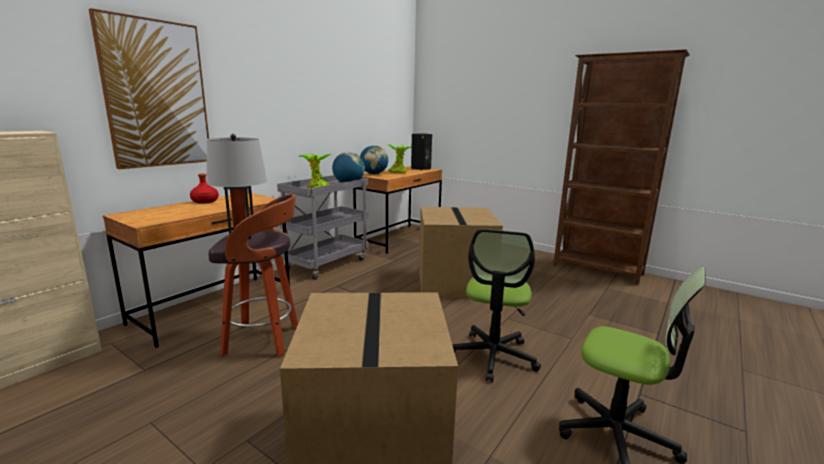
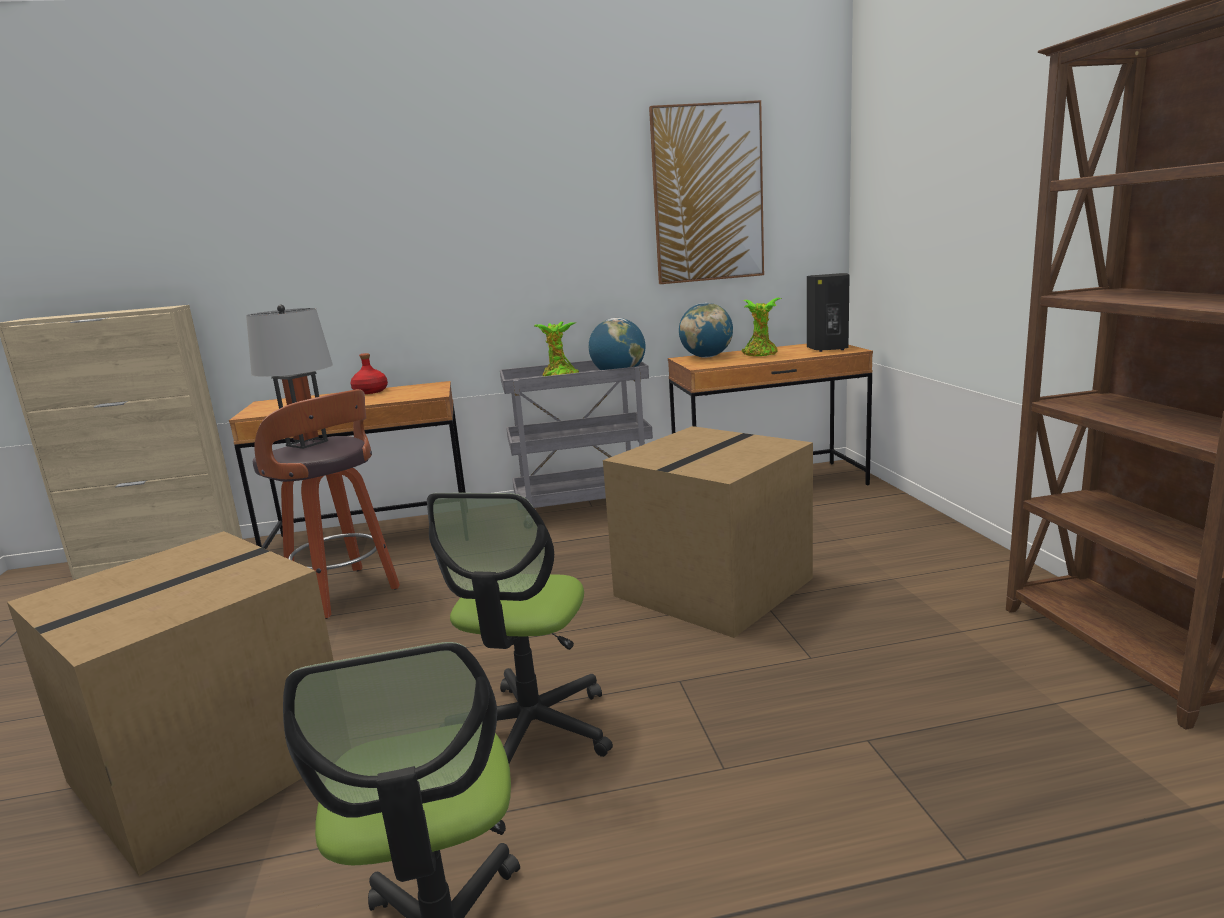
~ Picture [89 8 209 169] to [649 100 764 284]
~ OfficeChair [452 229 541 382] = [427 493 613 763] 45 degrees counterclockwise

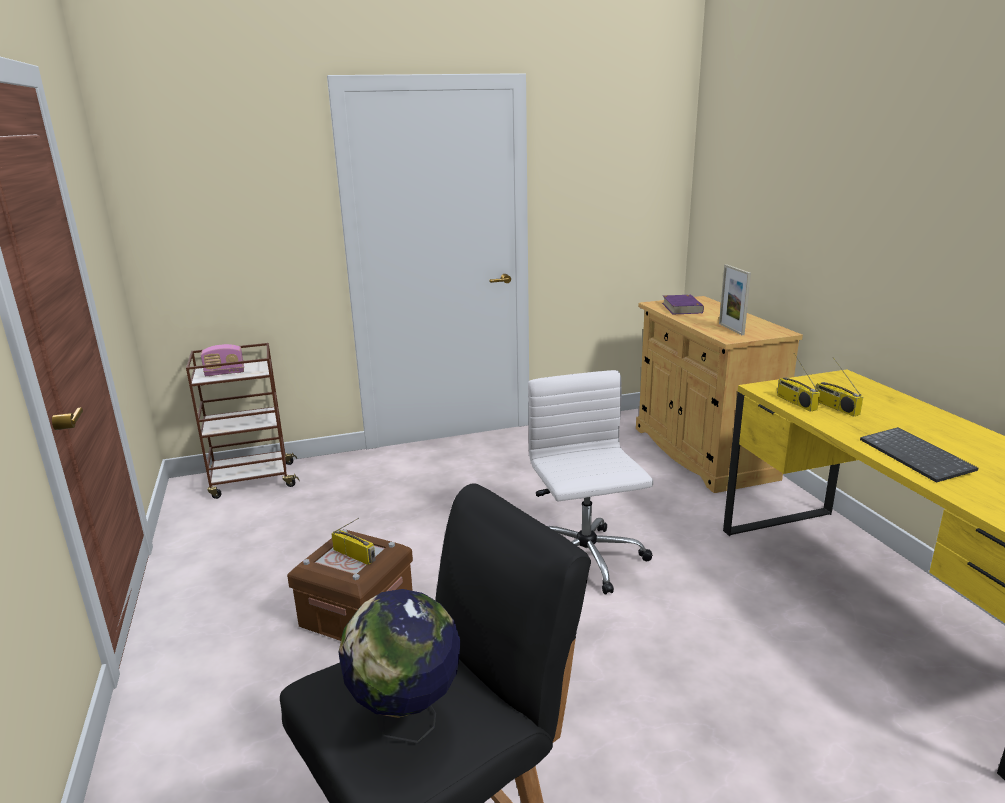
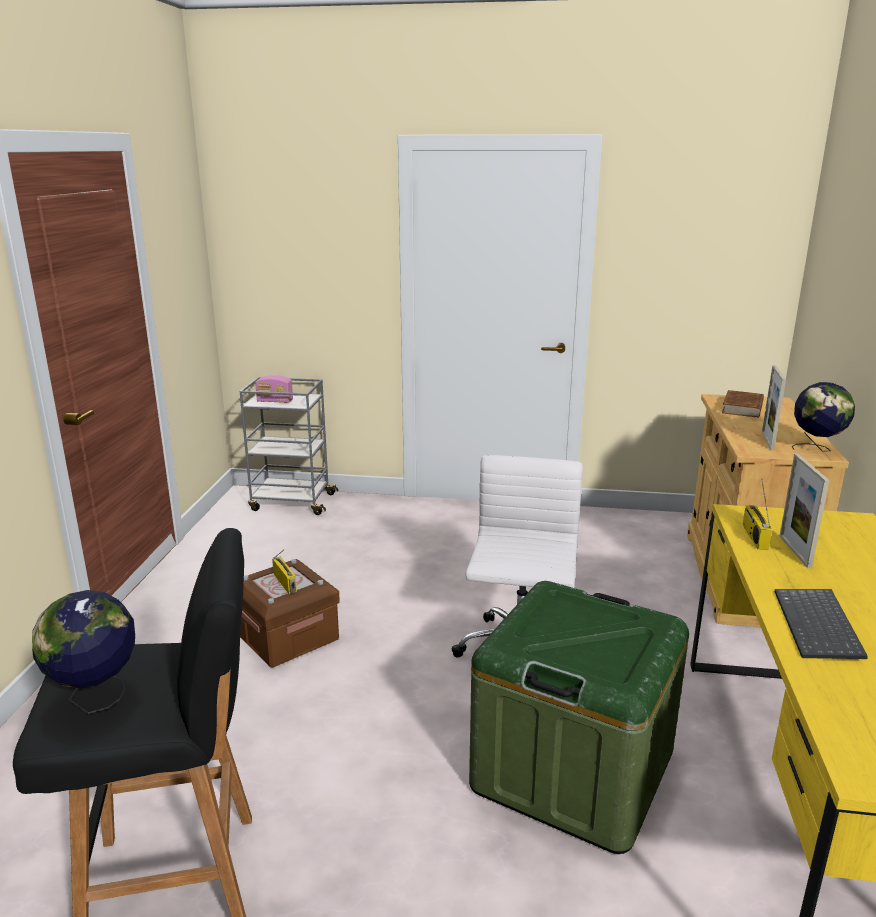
~ BrownWheeledCart [186 343 299 499] to GrayWheeledCart [240 377 339 515]
~ PurplishBoundBook [662 295 704 314] to BrownBoundBook [722 390 764 418]
~ RadioReceiver [815 357 863 417] to PhotoFrame [780 454 829 568]
+ GreenColouredStorageBin [469 581 689 854]
+ DeskGlobe [792 382 855 452]

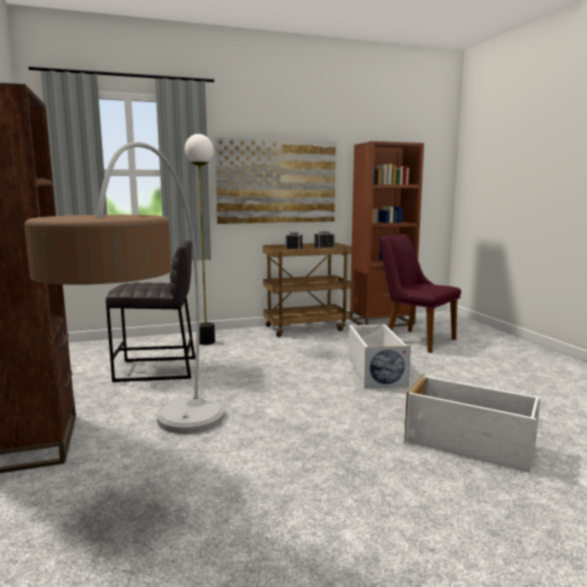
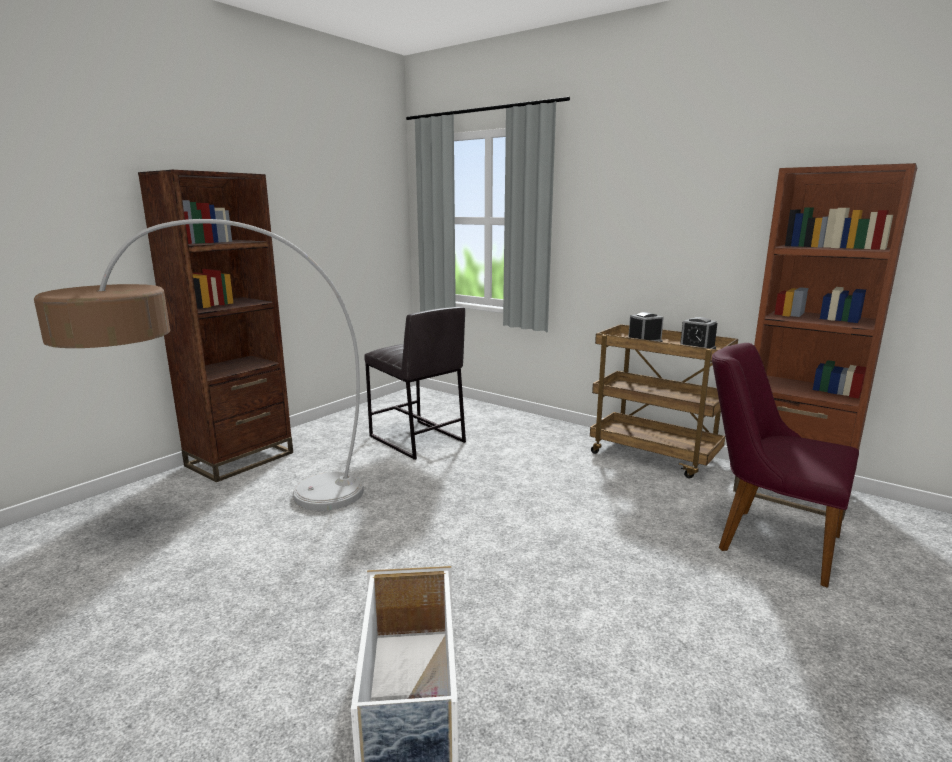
- StandingLamp [185 134 215 345]
- Picture [214 137 336 224]
- WhitishStorageBin [348 324 411 388]
~ PurplishUprightChair [379 234 461 353] = [712 343 859 588] 60 degrees counterclockwise

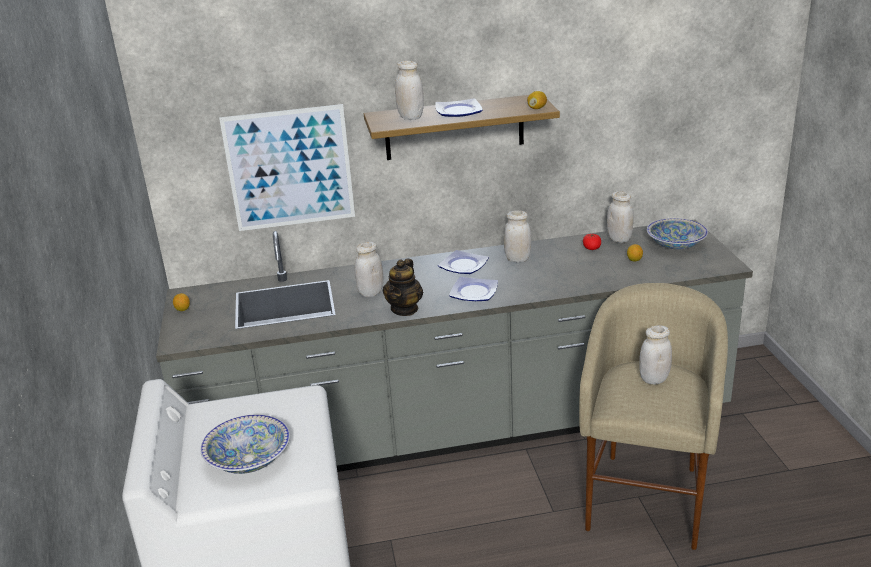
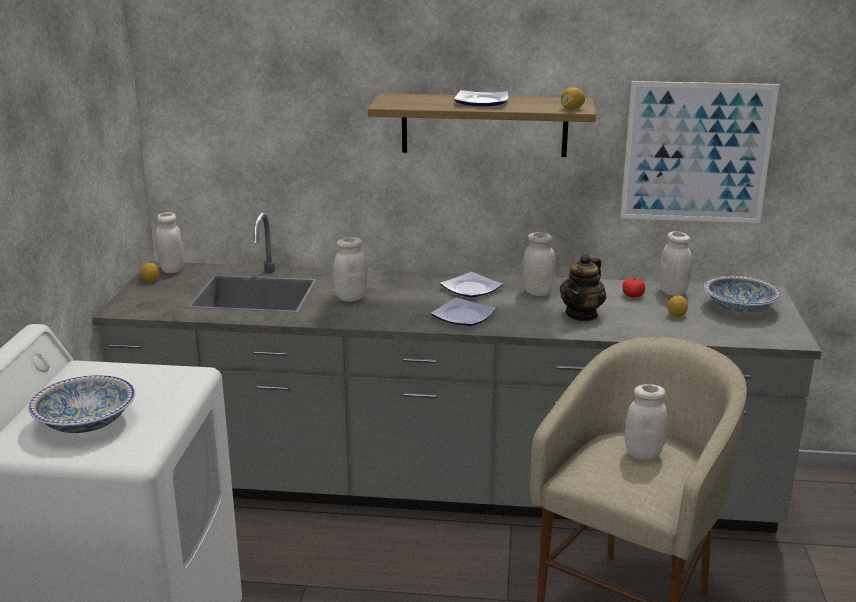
~ Picture [219 104 355 231] to [620 81 779 223]
~ Teapot [383 259 423 316] to [560 254 606 321]
~ WhitishStorageJar [395 61 424 120] to [155 212 184 273]

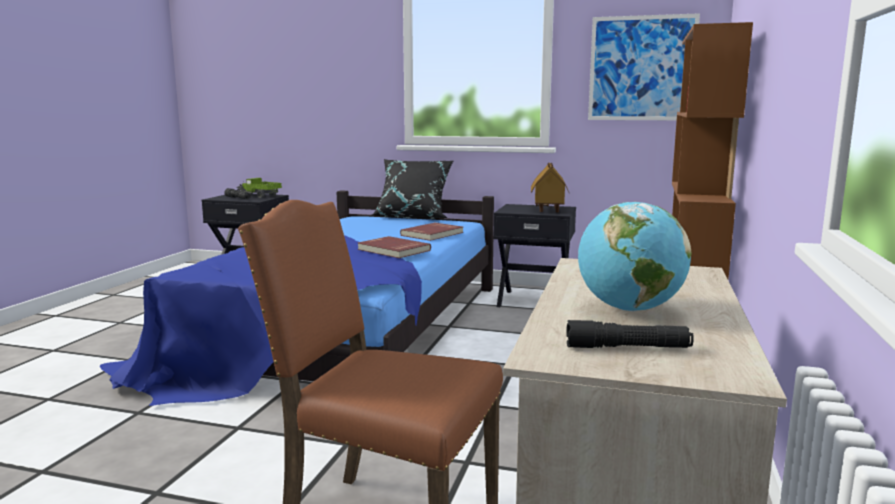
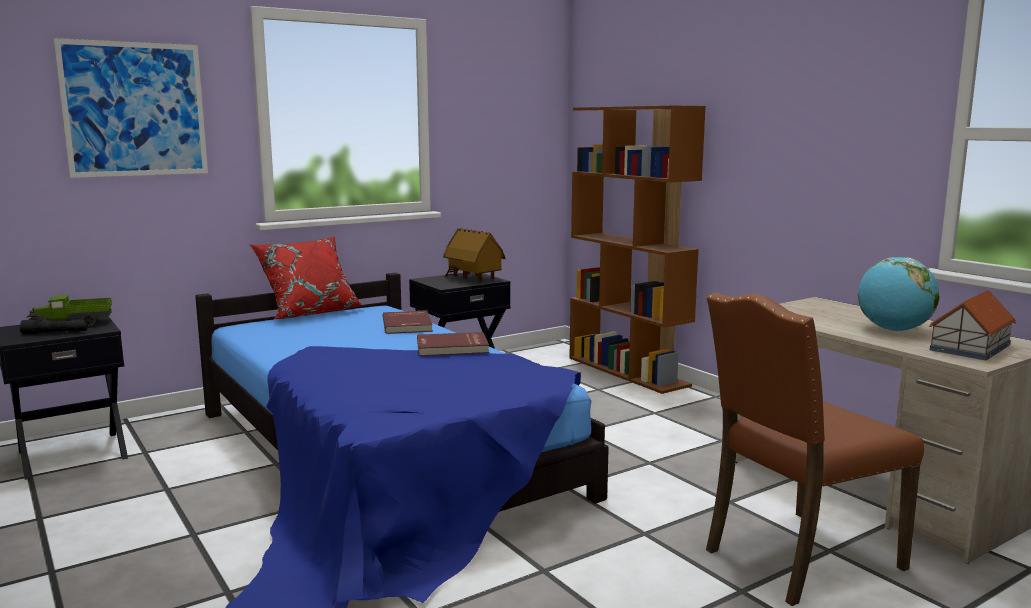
~ BlackThrowPillow [371 159 453 219] to ReddishThrowPillow [249 237 364 319]
~ BlackFlashlight [566 320 694 348] to ToyHouse [929 290 1016 360]
~ Picture [588 13 700 120] to [53 38 208 178]

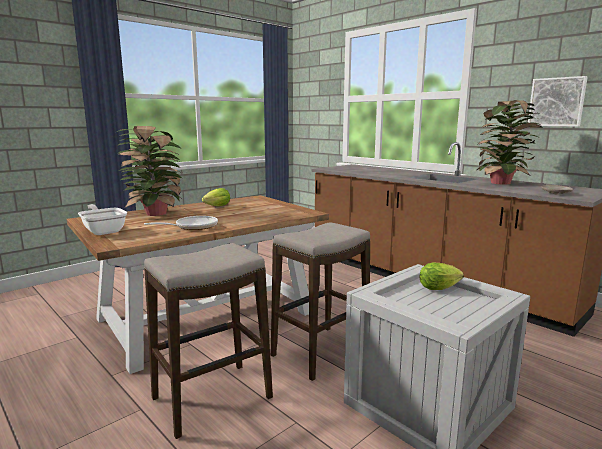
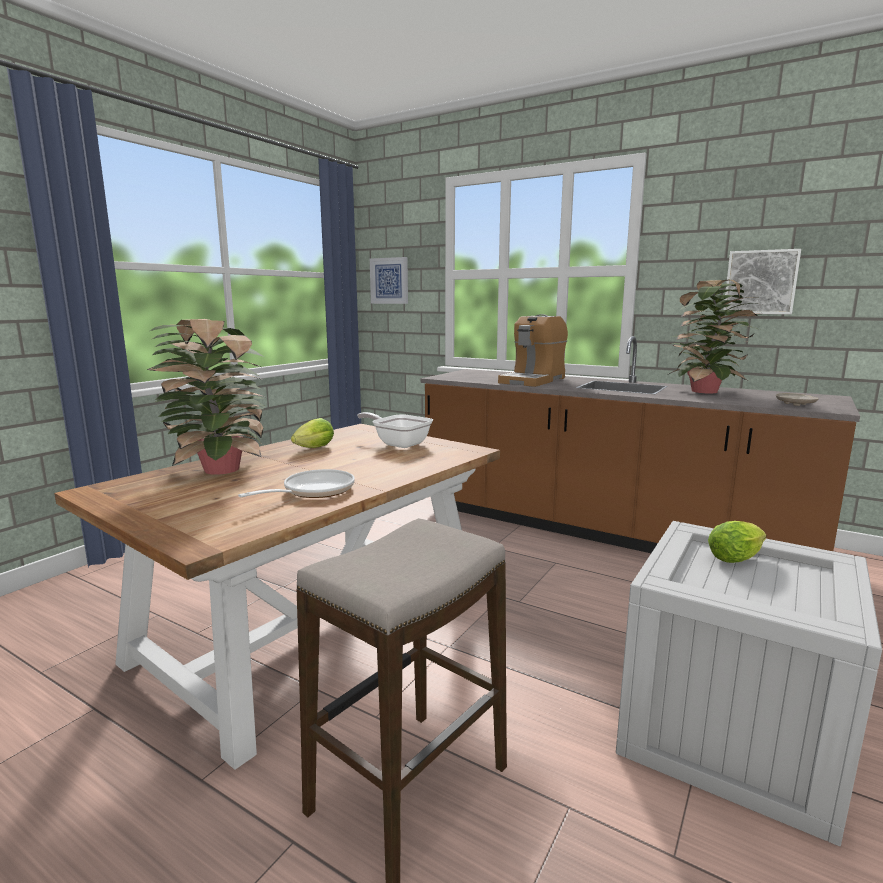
~ Pan [78 204 127 235] to [357 412 433 448]
- StoolSeat [270 222 370 381]
+ Picture [370 257 408 304]
+ CoffeeBrewer [498 314 568 387]

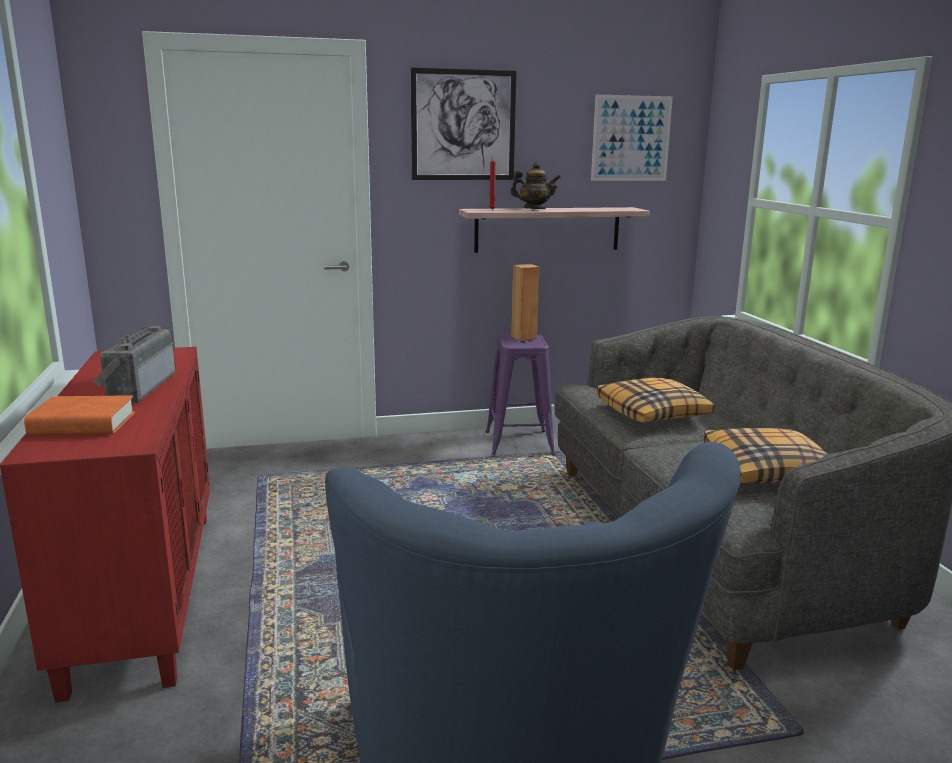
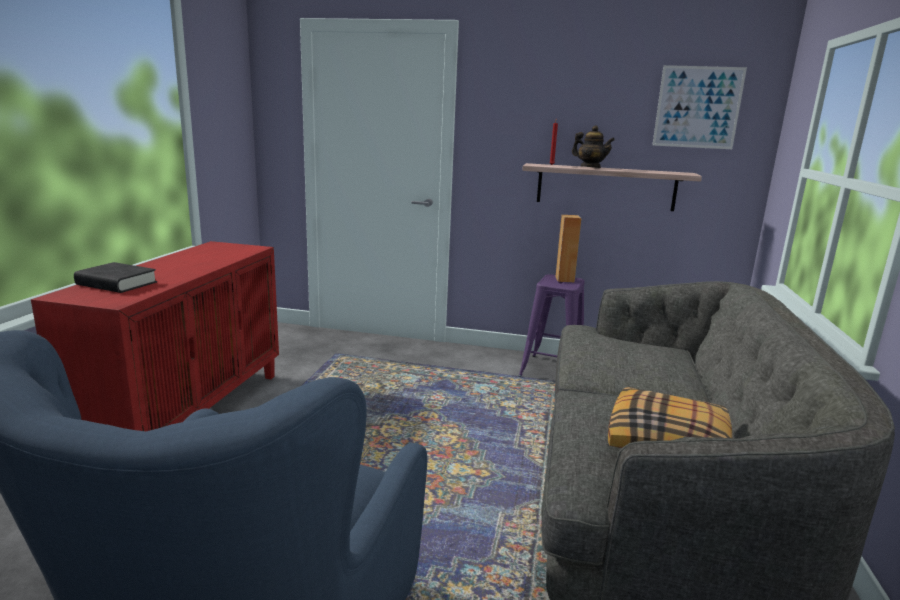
~ OrangeBoundBook [24 395 135 435] to BlackBoundBook [74 262 157 293]
- RadioReceiver [93 326 176 403]
- Picture [411 67 517 180]
- ThrowPillow [597 378 714 423]

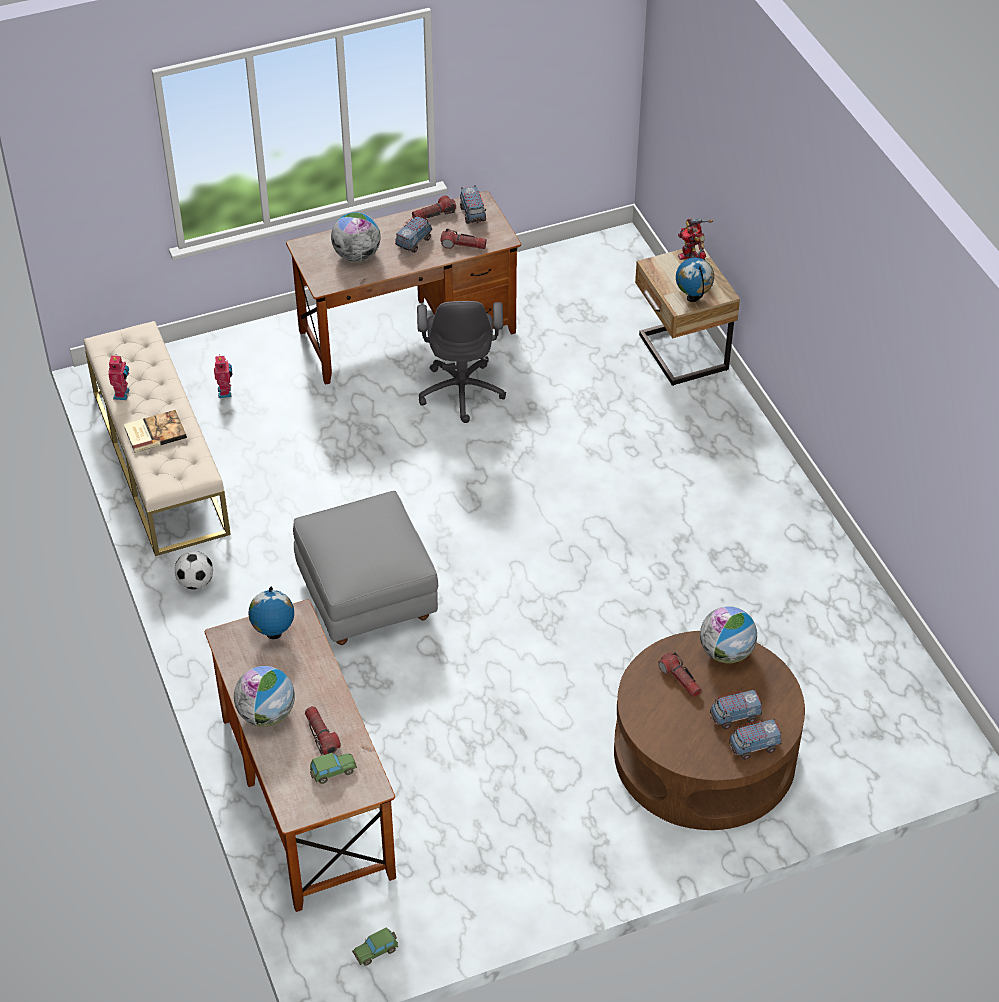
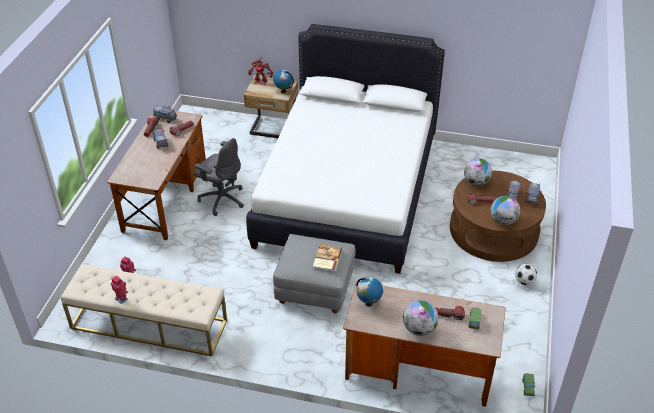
~ BoundBook [124 410 187 453] to [313 244 342 272]
~ Football [175 551 213 590] to [515 264 537 285]
~ DeskGlobe [331 212 380 262] to [490 196 520 225]
+ WhitishSleepingBed [246 24 445 274]

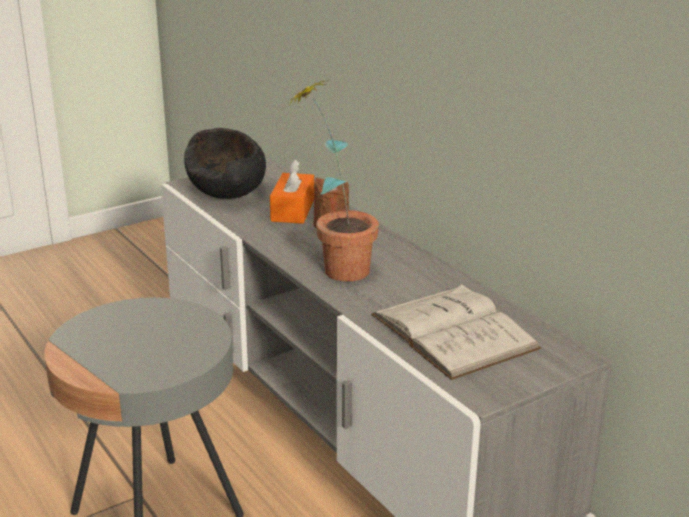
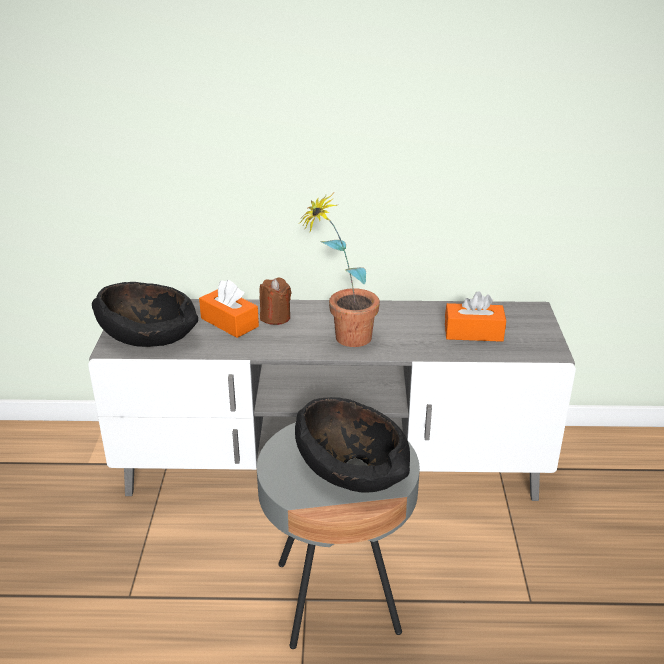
~ WhitishBoundBook [371 284 541 380] to OrangeTissueBox [445 291 506 342]
+ BlackServingBowl [295 397 410 492]

